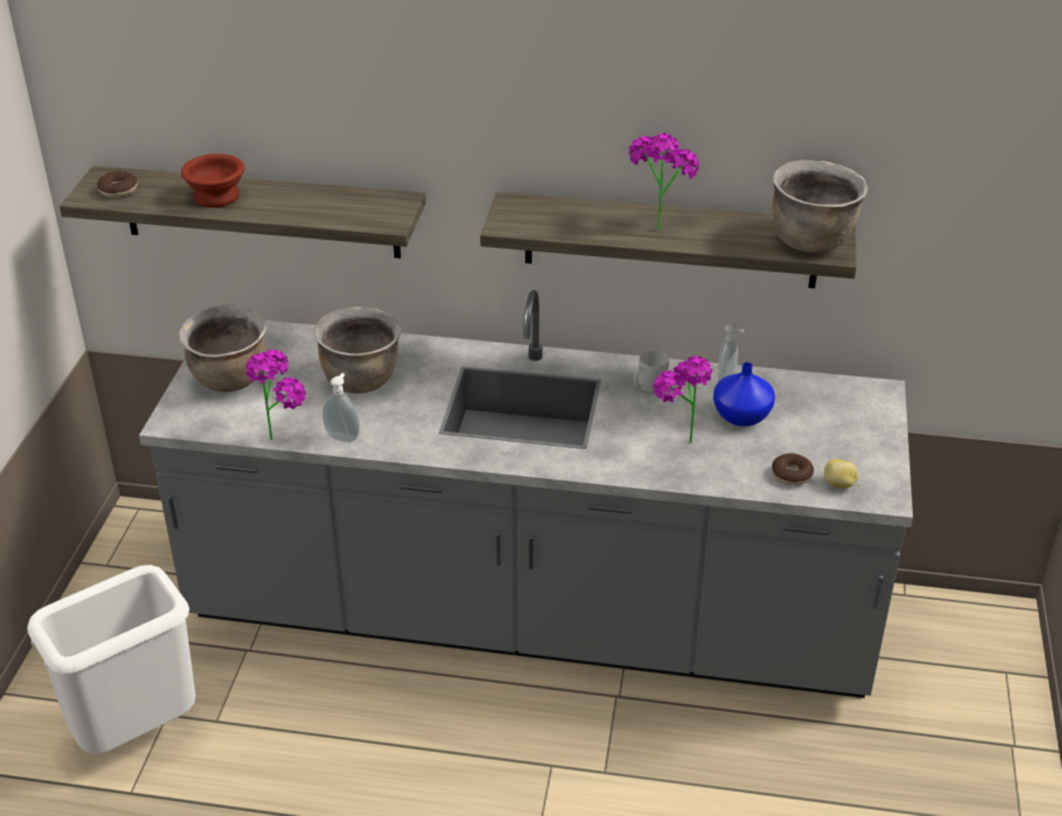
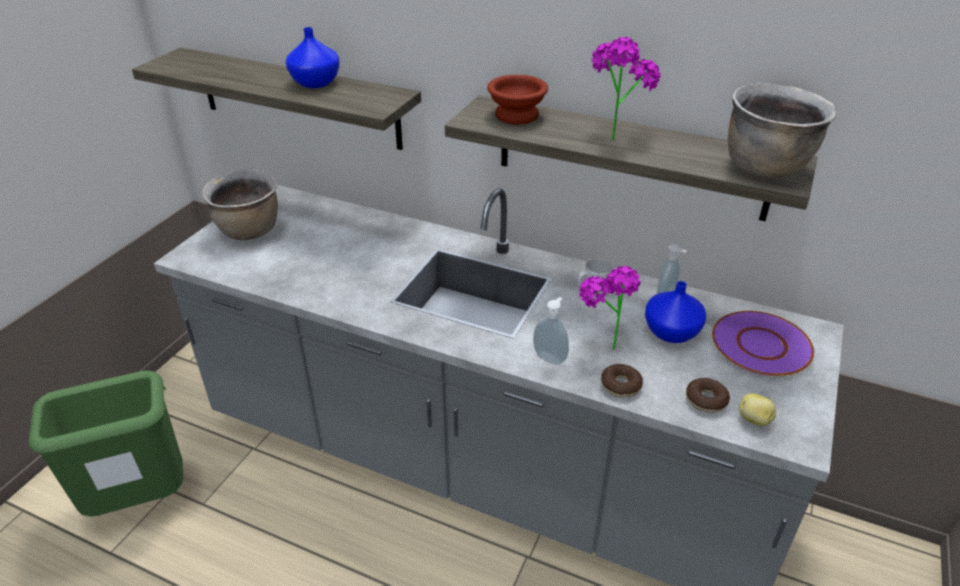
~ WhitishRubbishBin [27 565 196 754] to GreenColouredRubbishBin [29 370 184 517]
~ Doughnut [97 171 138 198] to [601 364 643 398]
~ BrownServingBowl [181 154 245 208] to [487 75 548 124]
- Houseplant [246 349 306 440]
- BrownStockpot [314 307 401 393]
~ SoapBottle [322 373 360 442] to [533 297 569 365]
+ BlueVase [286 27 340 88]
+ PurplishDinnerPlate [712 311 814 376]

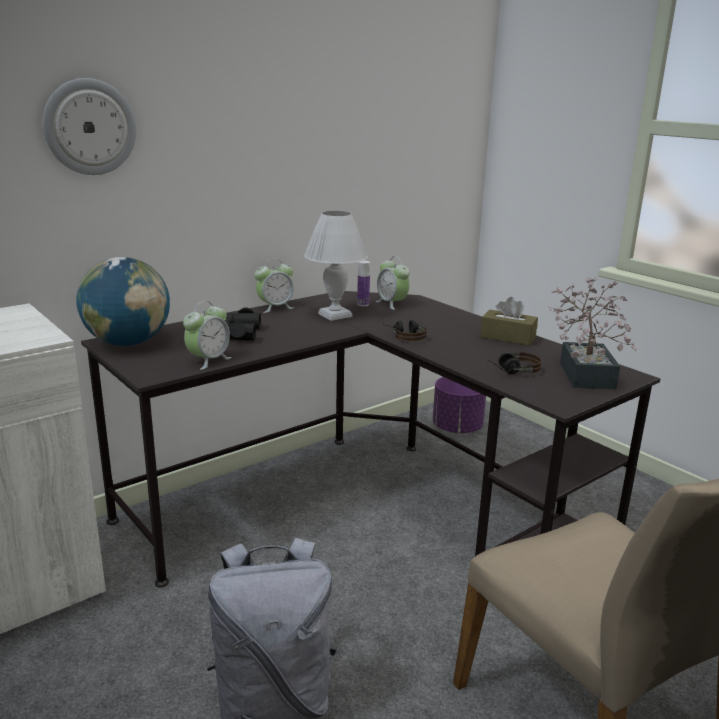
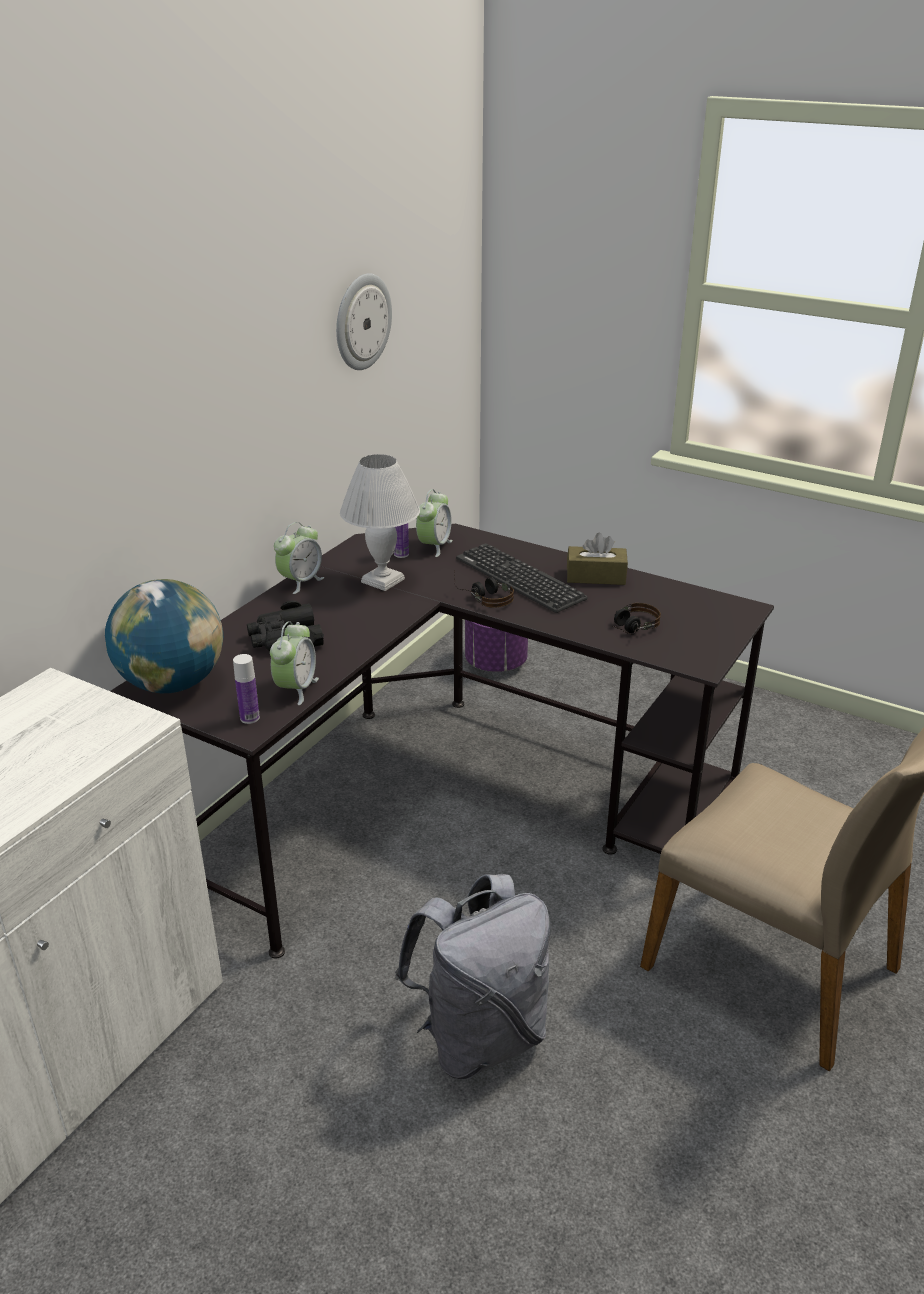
~ ClockOnTheWall [43 78 136 175] to [336 273 392 370]
~ TableClock [376 256 410 310] = [416 489 453 557] 105 degrees counterclockwise
- Houseplant [548 277 636 389]
+ BeverageBottle [233 654 260 724]
+ Keyboard [456 543 588 613]

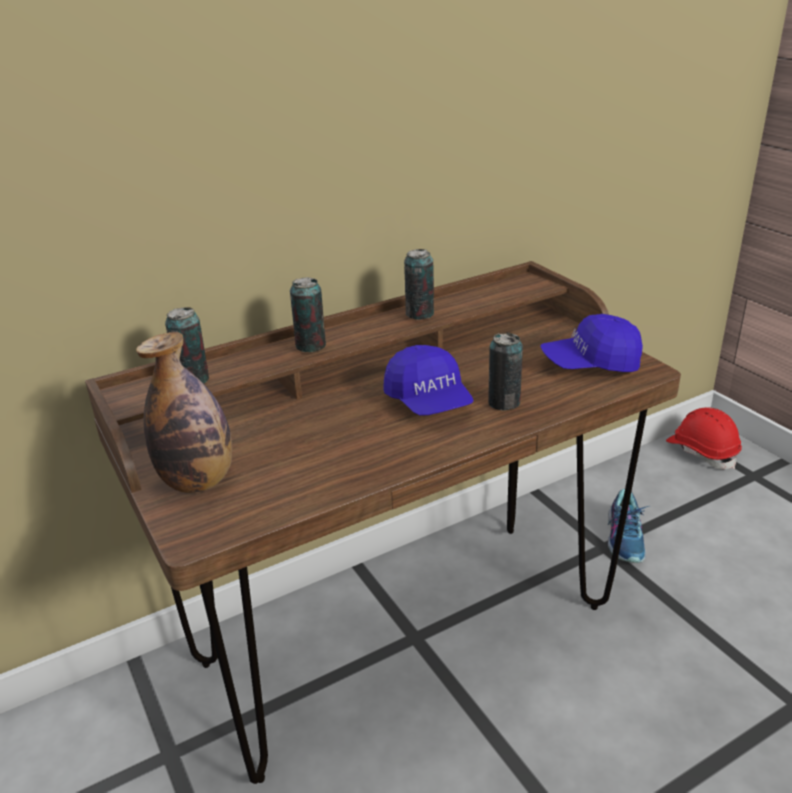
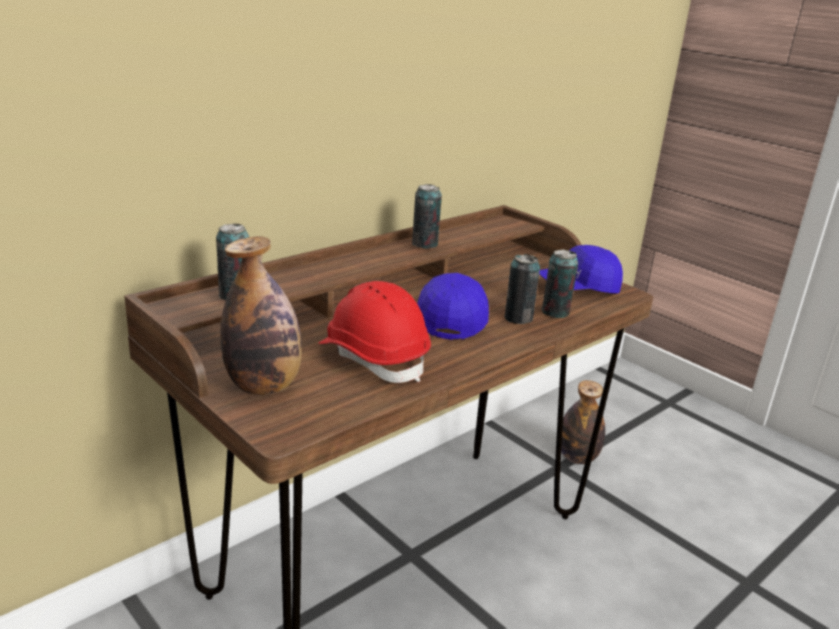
~ MetalCan [289 277 326 352] to [542 249 578 318]
~ BlueBaseballCap [383 345 474 416] = [417 273 489 340] 135 degrees counterclockwise
~ ItemOfFootwear [608 489 649 563] to BeverageBottle [561 380 605 464]
~ ReddishHardHat [666 407 742 469] to [319 281 431 383]

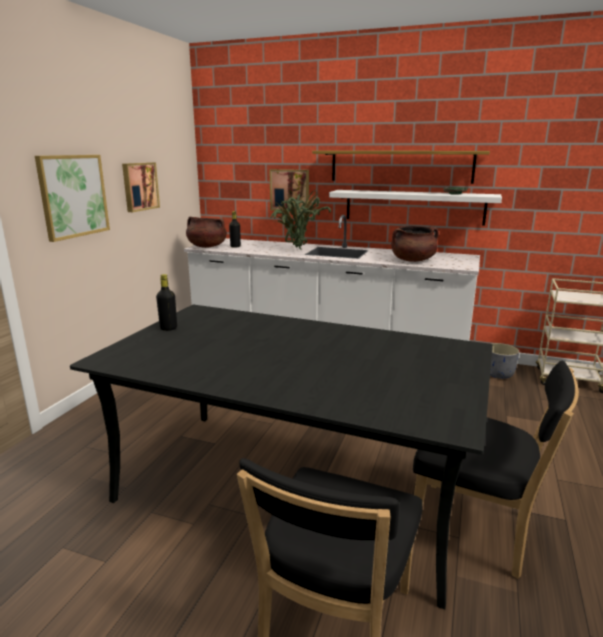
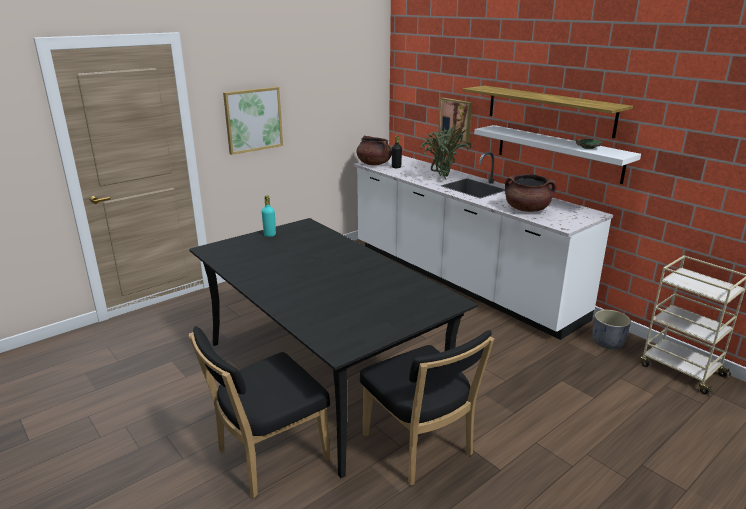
- Picture [122 162 160 212]
~ BlackBeverageBottle [156 274 177 331] to TurquoiseColouredBeverageBottle [262 196 276 237]

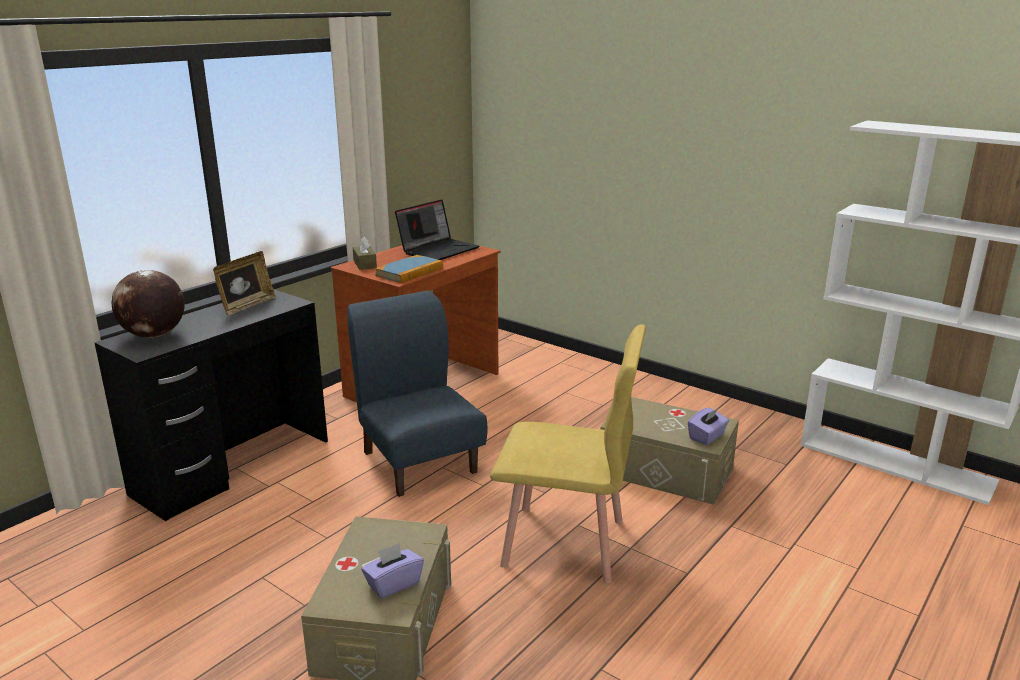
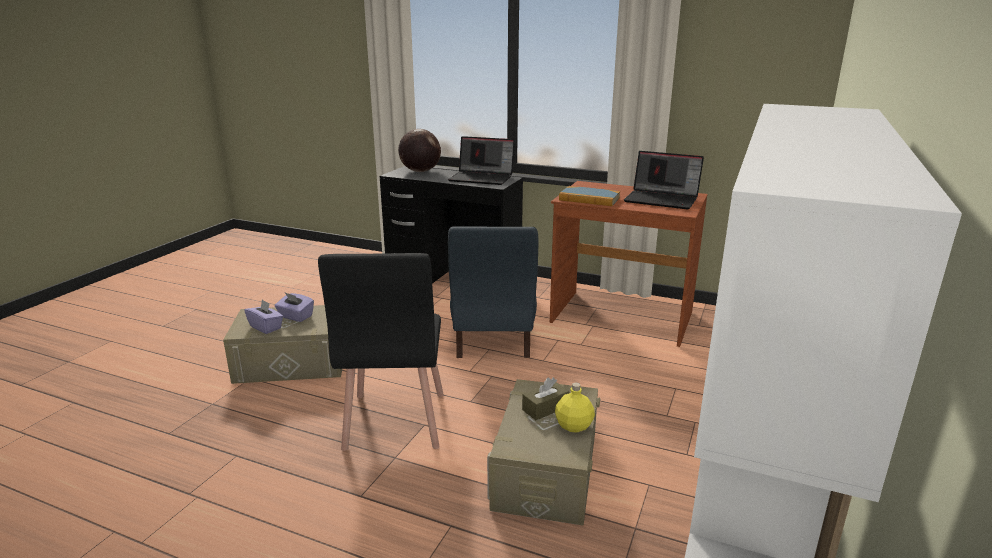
~ PhotoFrame [213 251 276 315] to NotebookComputer [448 136 515 185]
~ BlueUprightChair [347 290 488 497] = [448 227 538 358] 135 degrees clockwise
~ BrownTissueBox [353 237 377 270] to [522 378 570 420]
~ YellowUprightChair [490 324 646 583] to BlackUprightChair [318 253 444 451]
~ PurplishTissueBox [688 408 729 445] to [275 293 314 322]
+ YellowBeverageBottle [555 382 595 433]

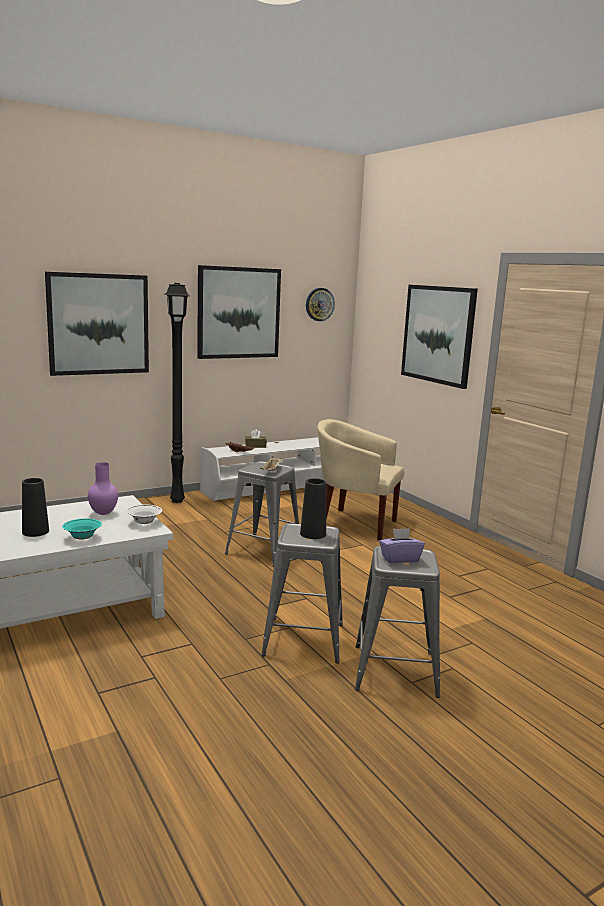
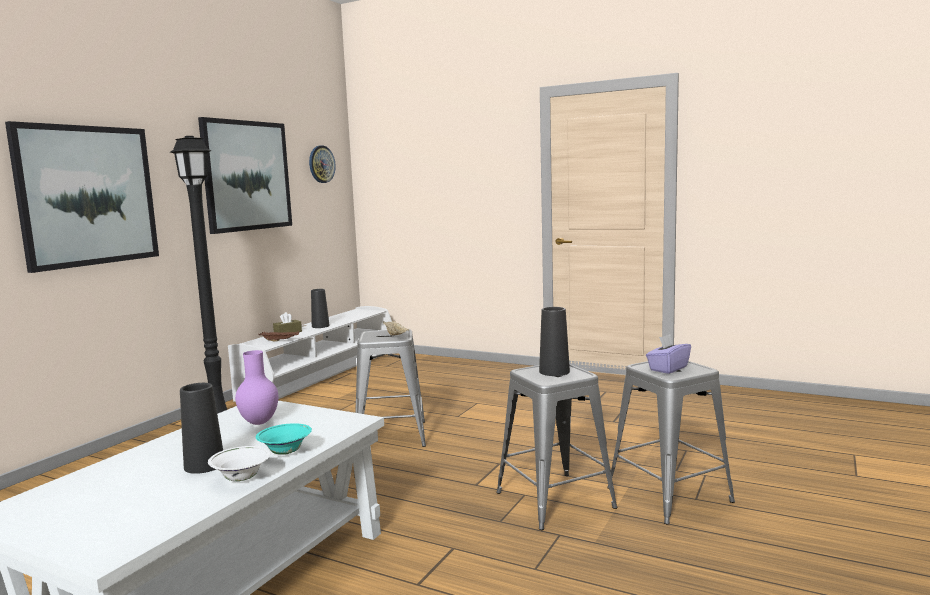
~ WhitishServingBowl [126 504 162 524] to [208 446 270 481]
- BeigeColouredLoungeChair [317 419 404 541]
- Picture [401 285 478 389]
+ BlackVase [311 289 330 328]

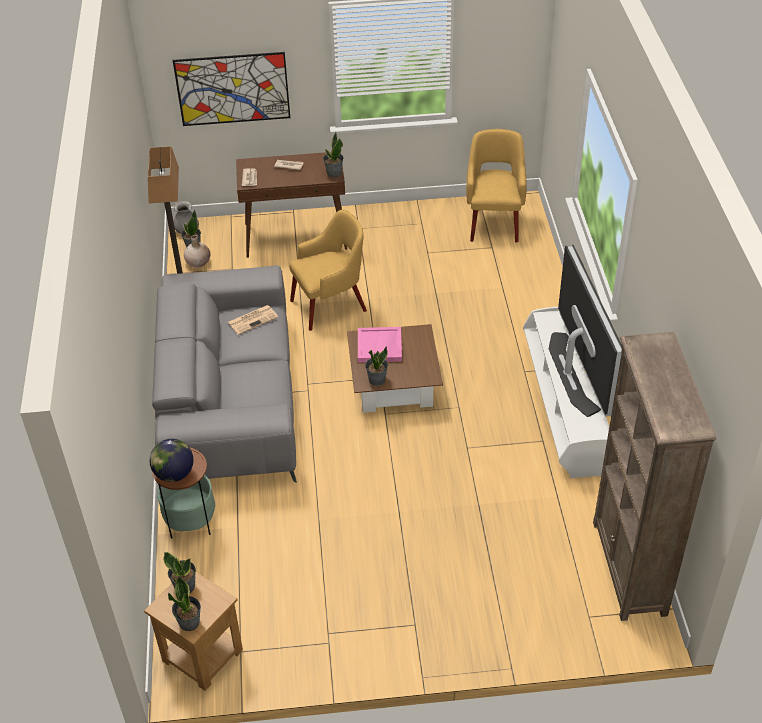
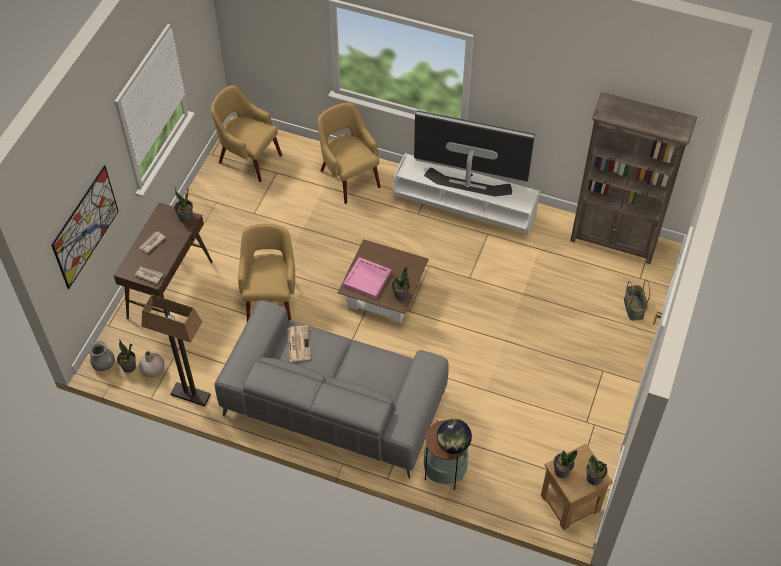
+ YellowLoungeChair [317 102 381 204]
+ StorageBasket [624 280 650 321]

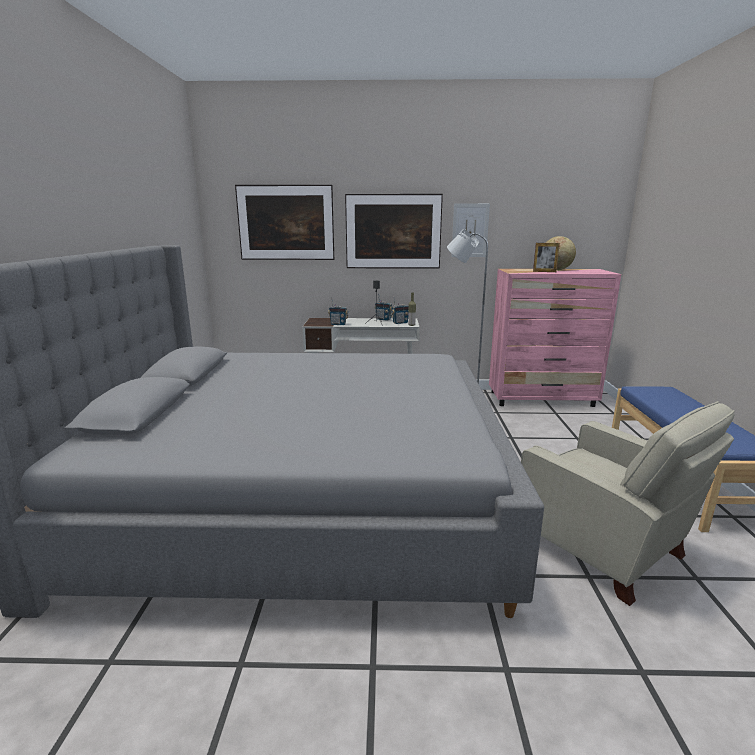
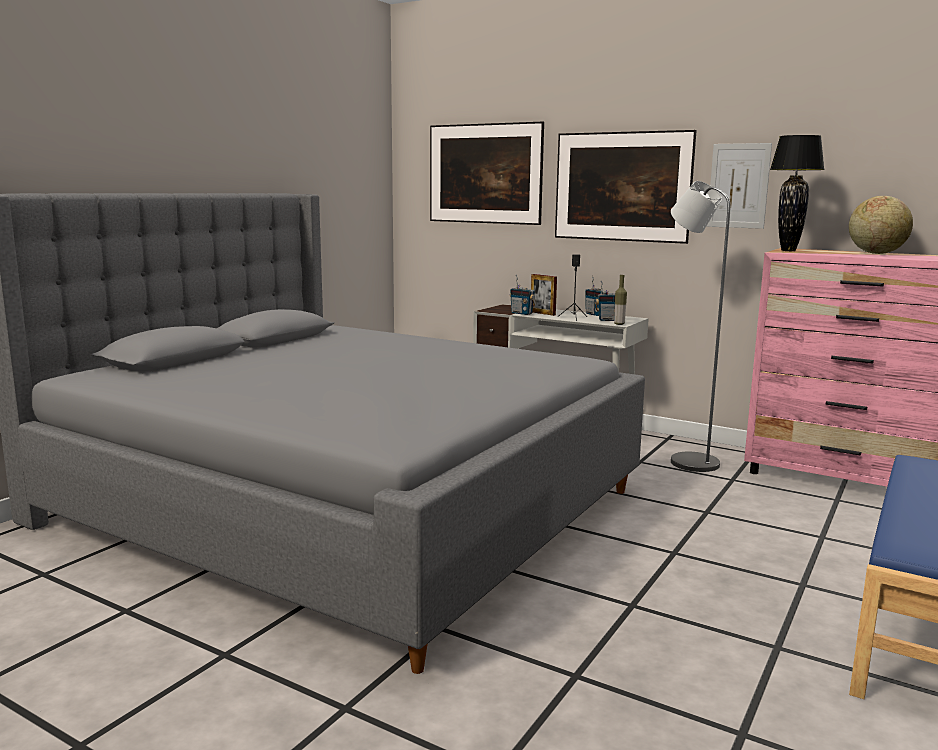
- BeigeColouredLoungeChair [521 401 735 606]
~ PhotoFrame [533 243 560 272] to [531 274 557 316]
+ BlackTabletopLamp [770 135 825 251]

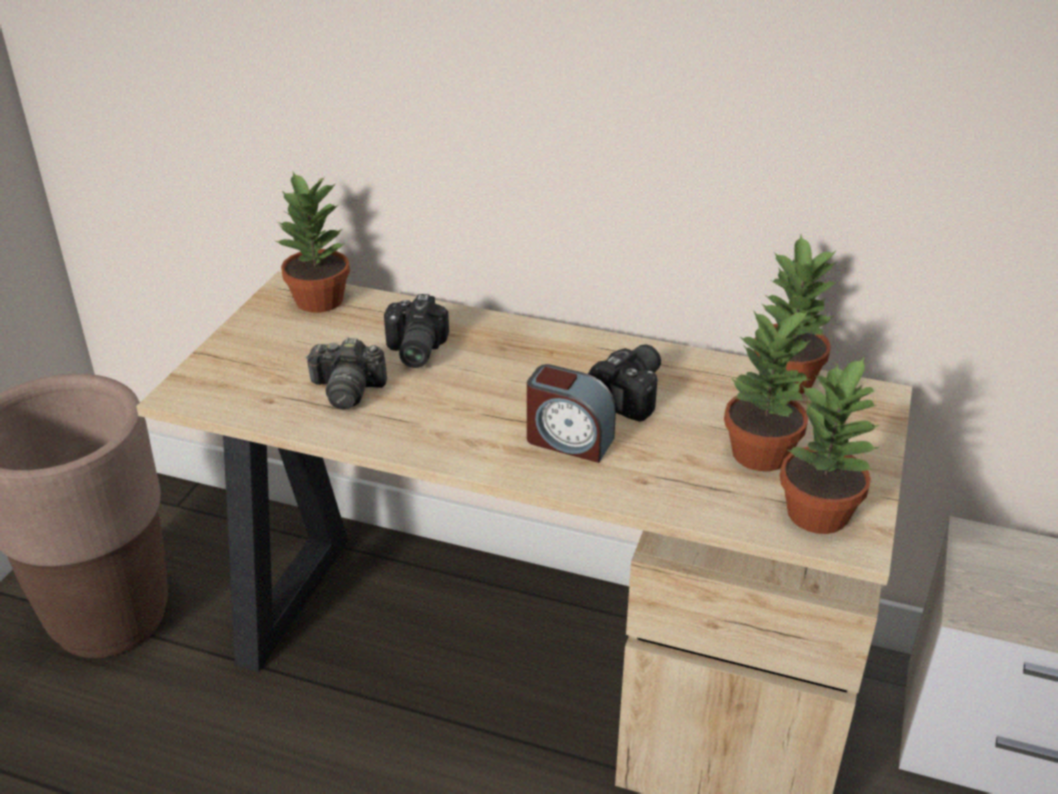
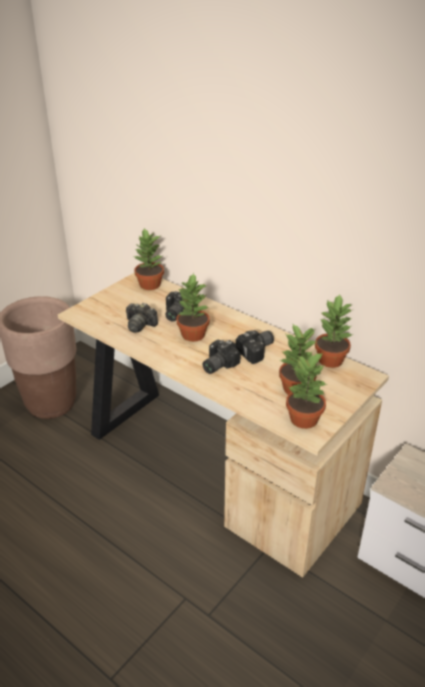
~ TableClock [527 364 616 463] to StillCamera [203 340 241 374]
+ Houseplant [176 273 210 342]

